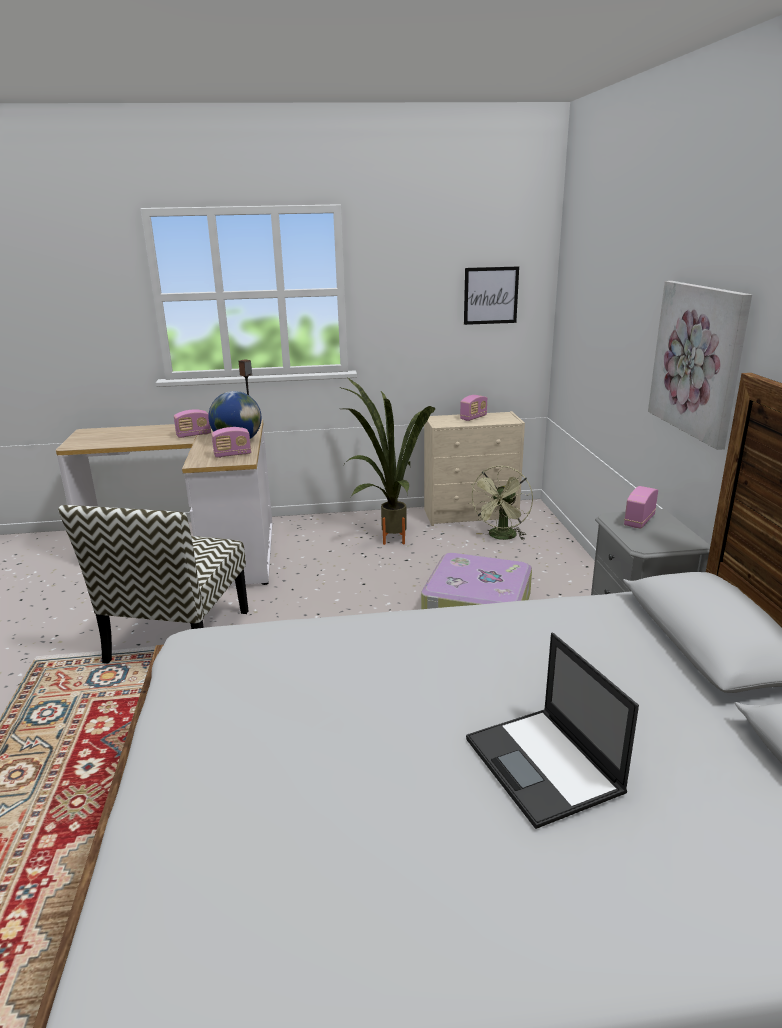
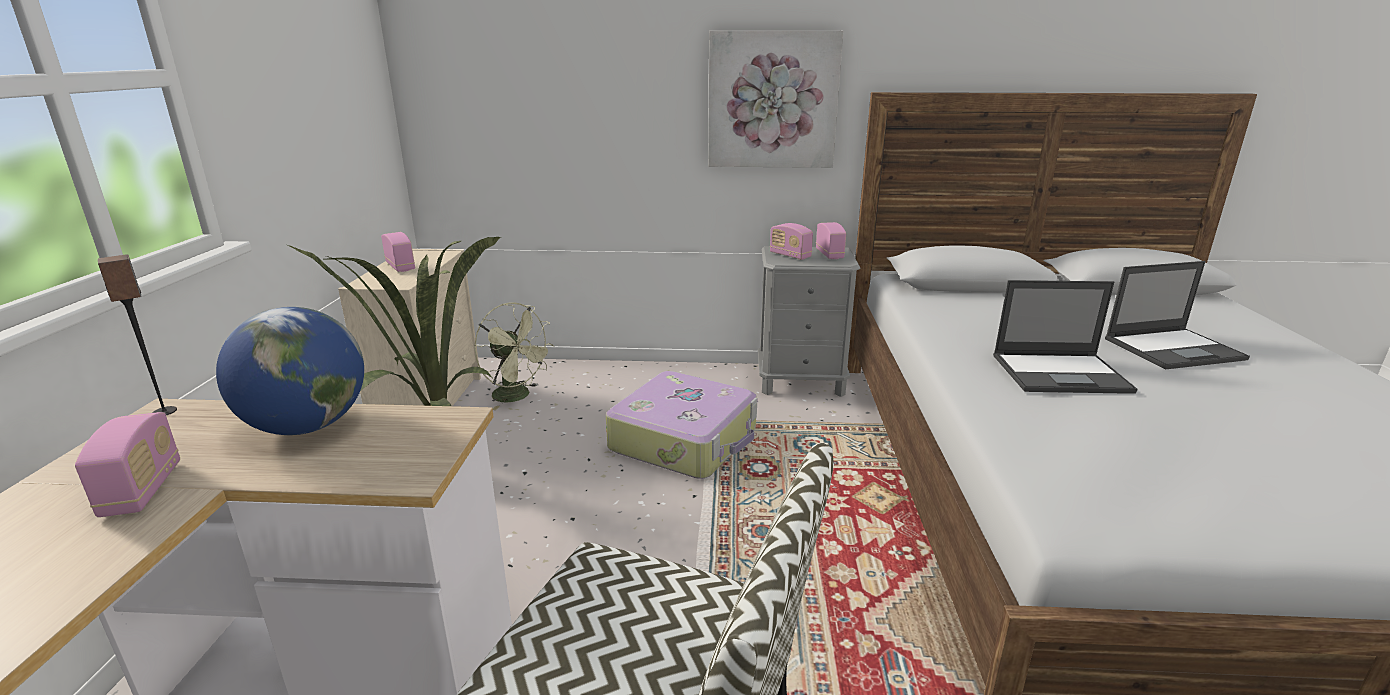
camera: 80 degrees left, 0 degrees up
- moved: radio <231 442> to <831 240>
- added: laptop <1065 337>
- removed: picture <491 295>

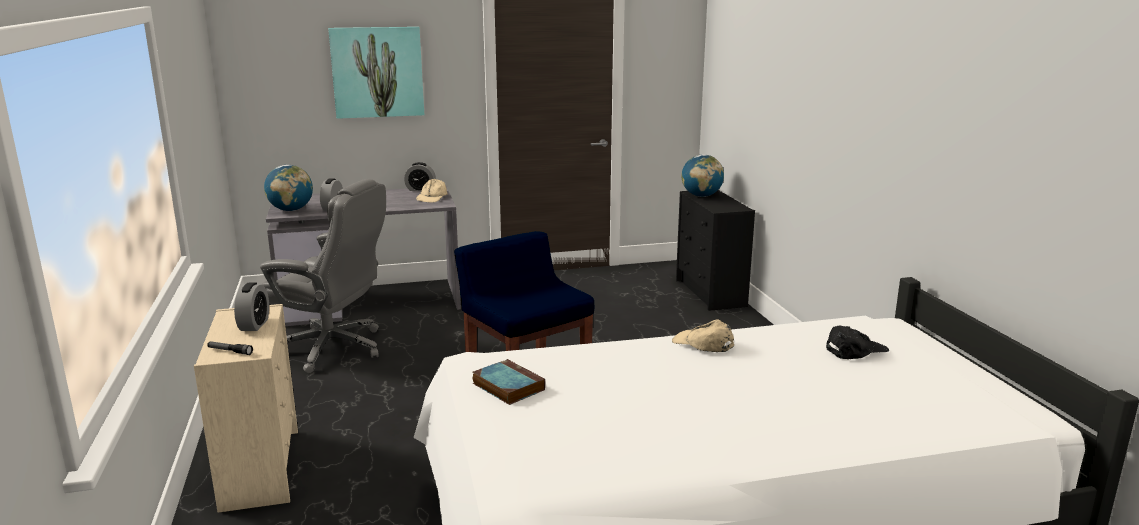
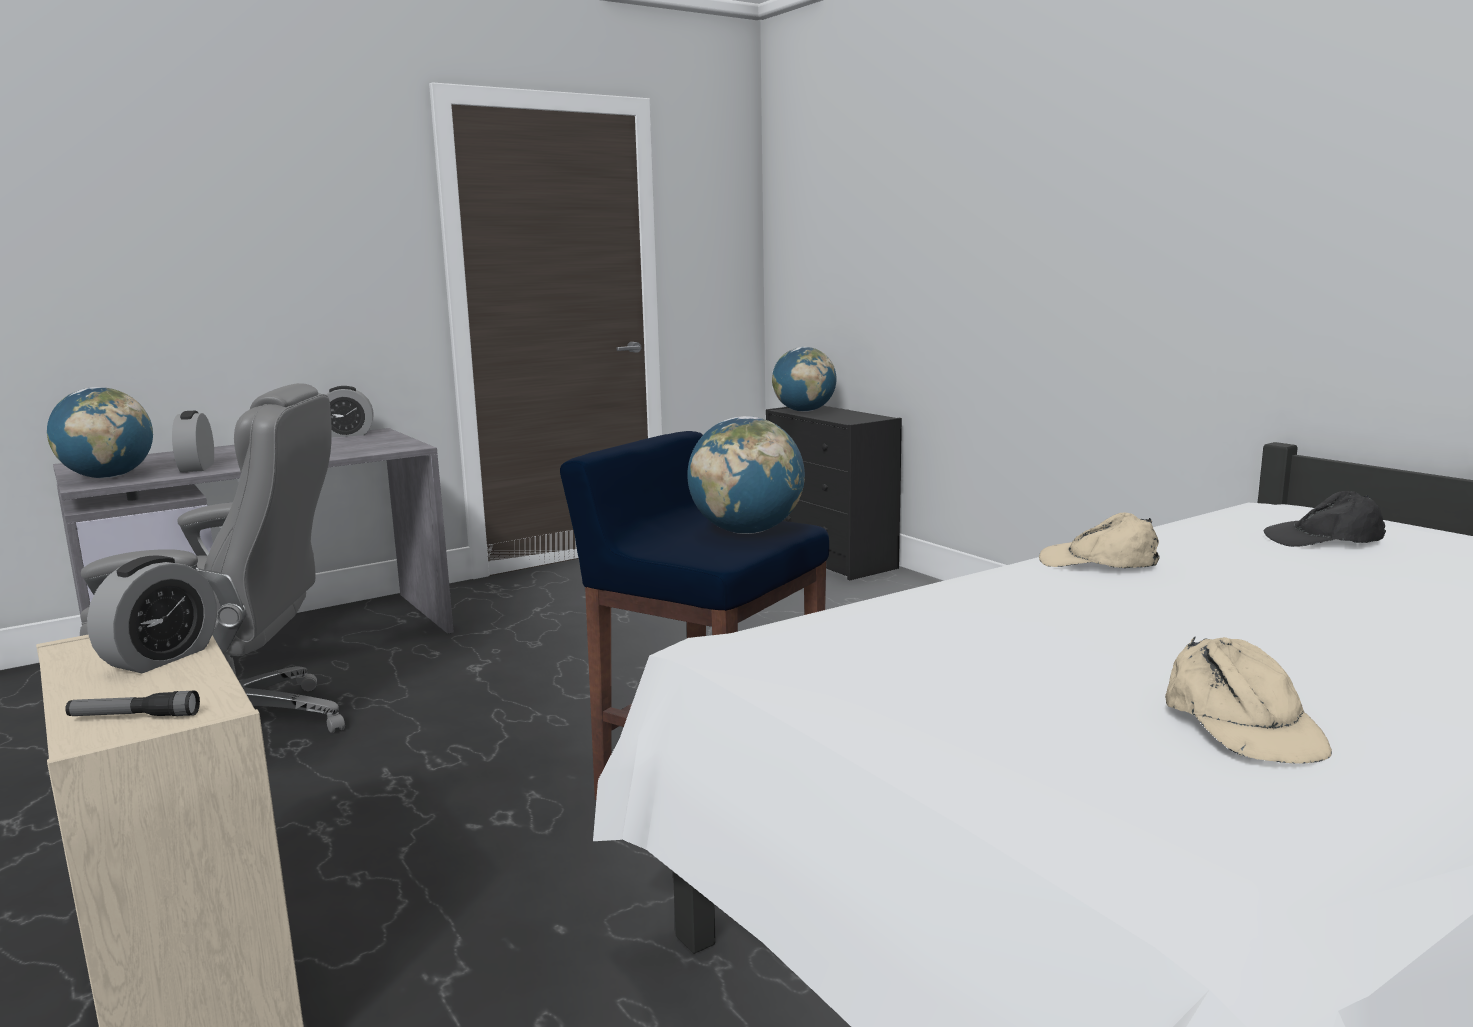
camera: 20 degrees left, 5 degrees down
- turned: alarm clock <251 306> = <152 614> 45 degrees clockwise
- added: globe <746 475>
- moved: cap (beige) <432 191> to <1248 700>
- turned: cap (black) <857 342> = <1325 519> 135 degrees counterclockwise
- removed: picture <376 73>
- removed: book <509 382>

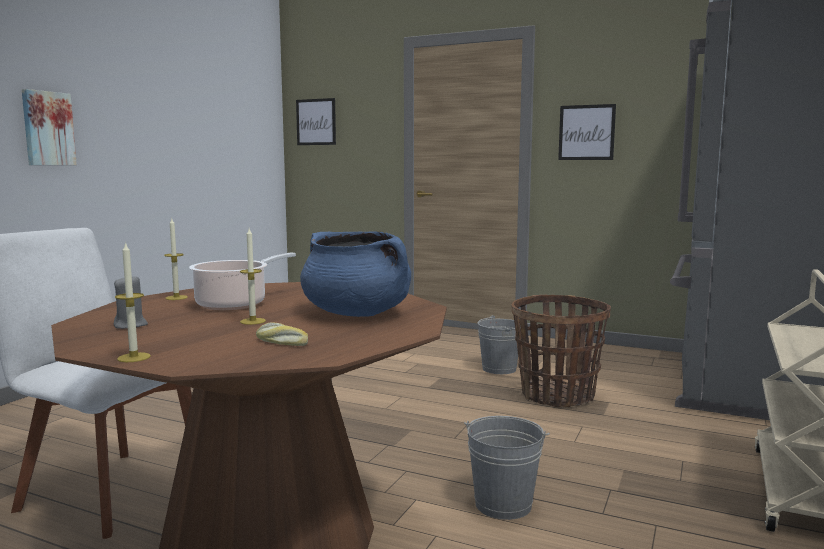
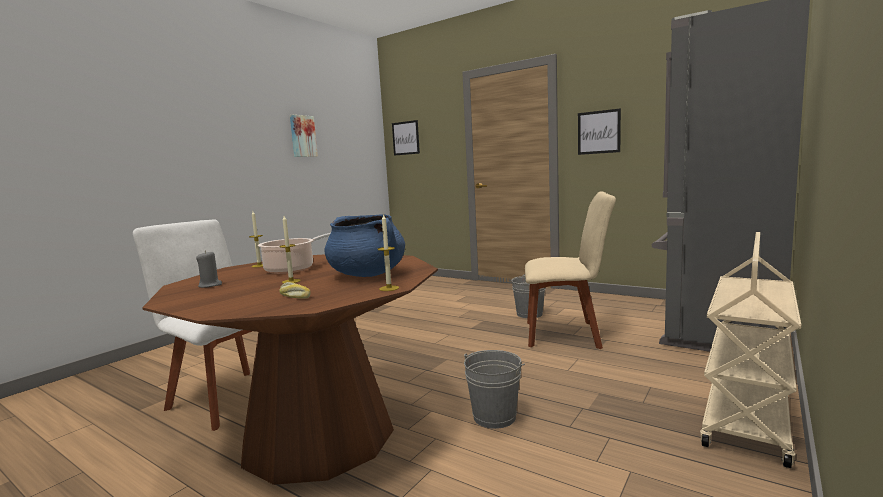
camera: 10 degrees right, 0 degrees up
- moved: picture <49 127> to <304 136>
- moved: candle <133 302> to <388 252>
- replaced: basket <561 351> to chair (beige) <570 270>

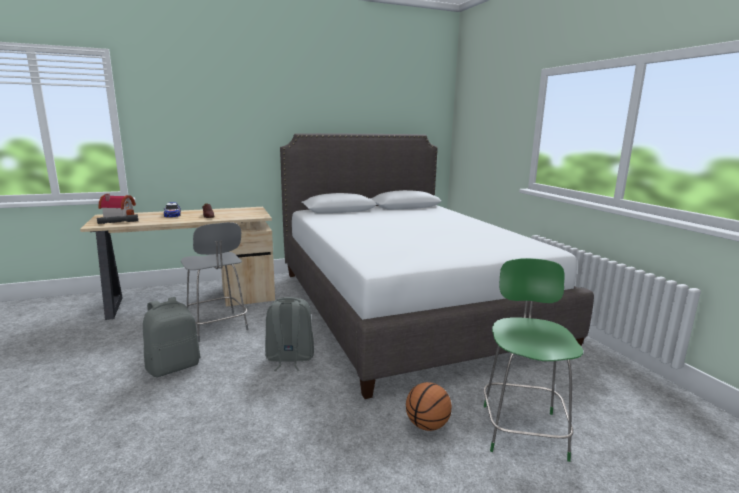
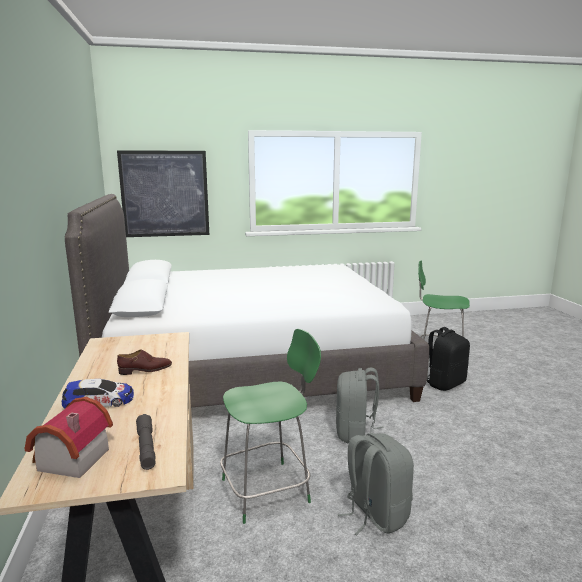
camera: 80 degrees left, 0 degrees up
- added: picture <163 194>
- recoloured: stool (grey) <214 282> to stool (green) <270 426>
- replaced: basketball <429 406> to backpack (black) <448 359>

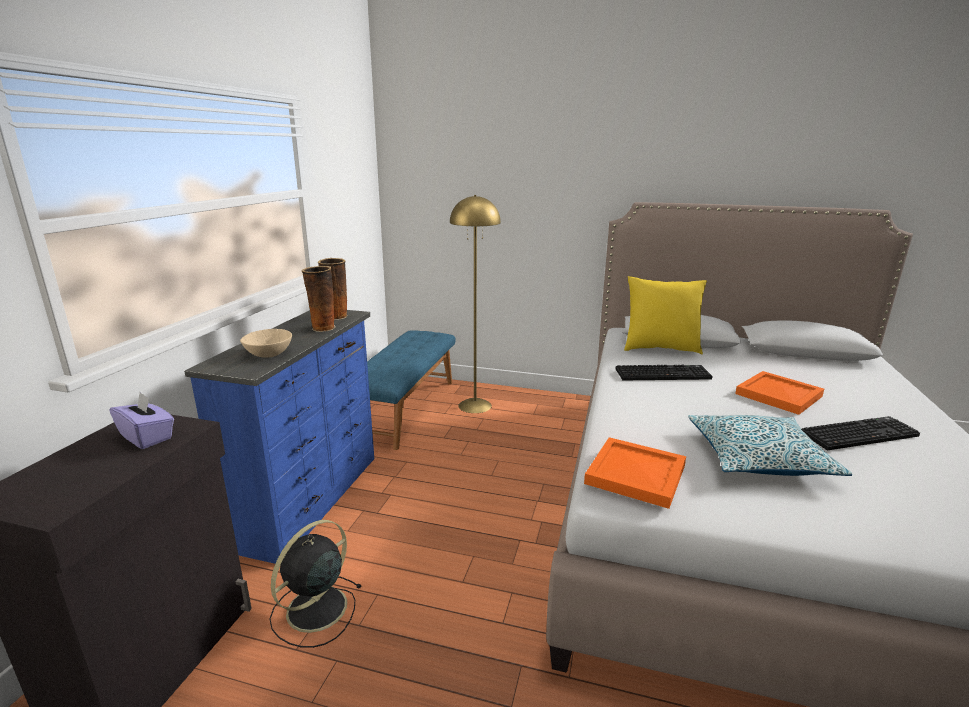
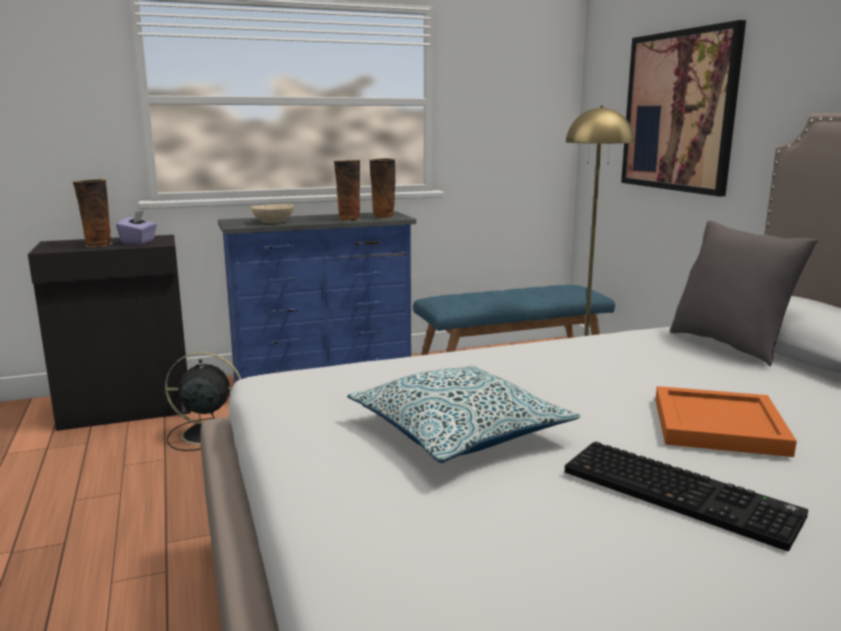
camera: 55 degrees right, 5 degrees down
- added: vase <92 213>
- added: picture <683 108>
- recoloured: pillow (yellow) <665 315> to pillow (grey) <744 293>
- removed: tray (orange) <635 473>
- removed: keyboard <664 372>

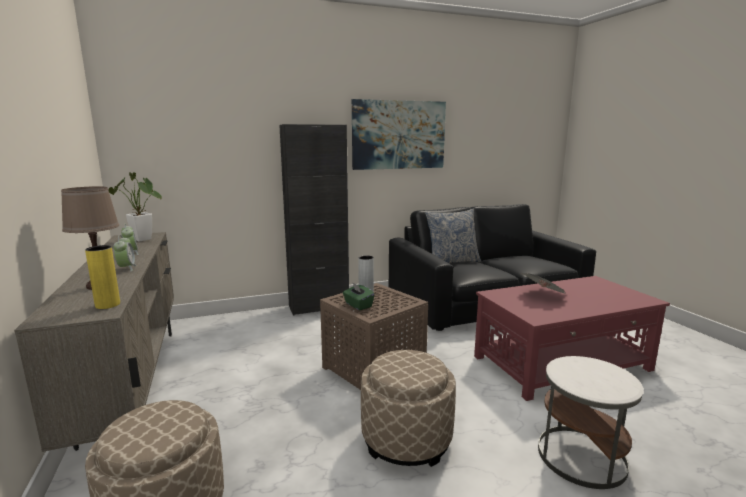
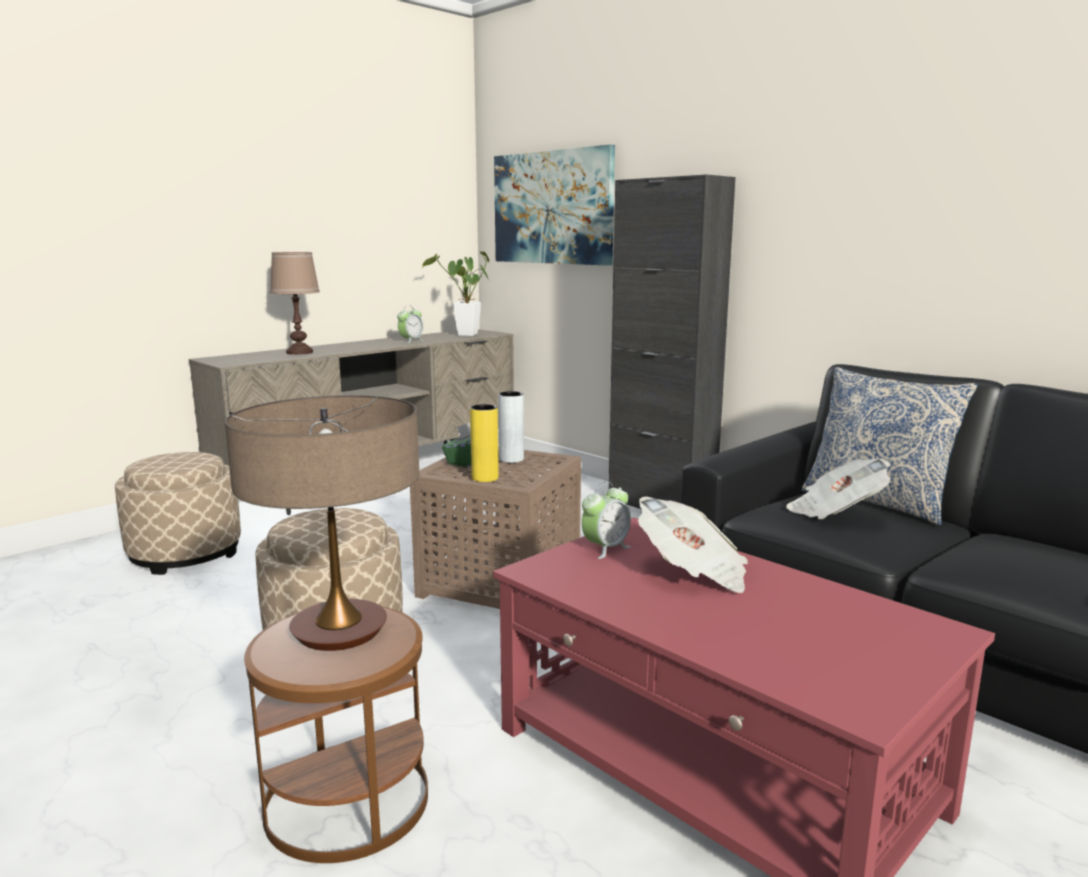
camera: 65 degrees right, 0 degrees up
- added: table lamp <322 523>
- recoloured: side table (white) <591 422> to side table (brown) <336 735>
- moved: vase (yellow) <102 277> to <484 443>
- moved: picture <399 134> to <554 204>
- moved: alarm clock <124 253> to <606 520>
- added: newspaper <838 489>

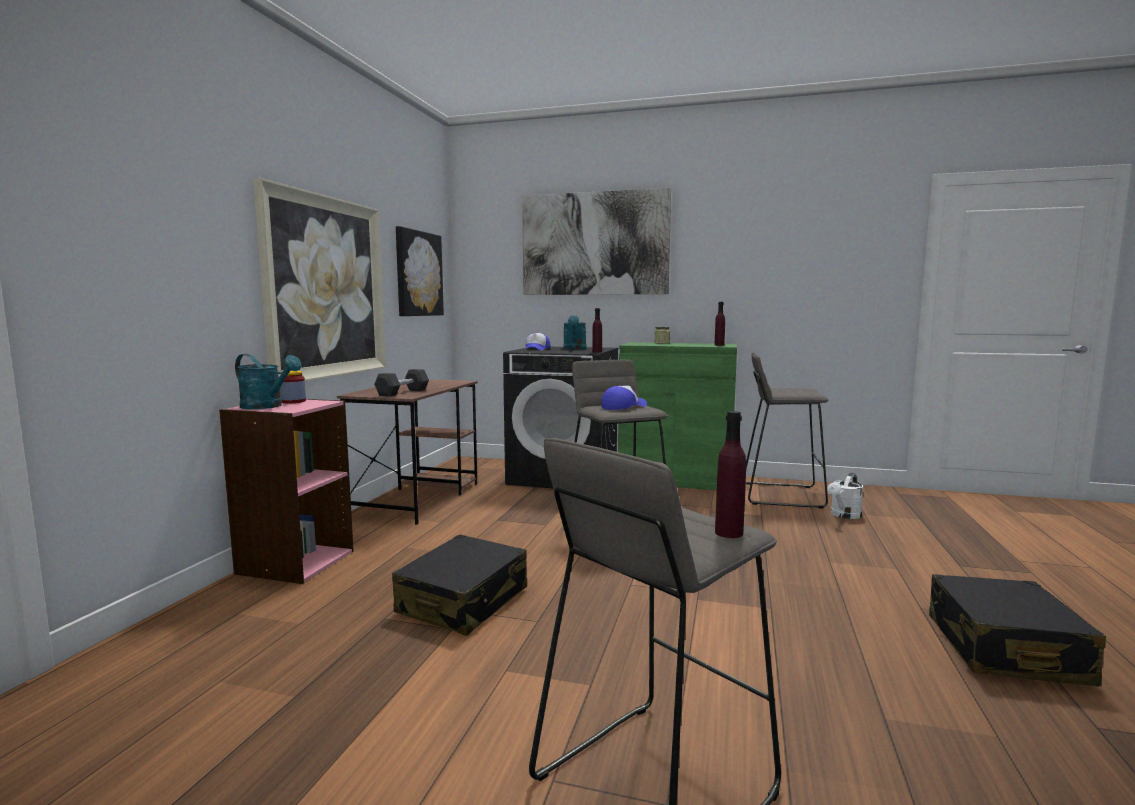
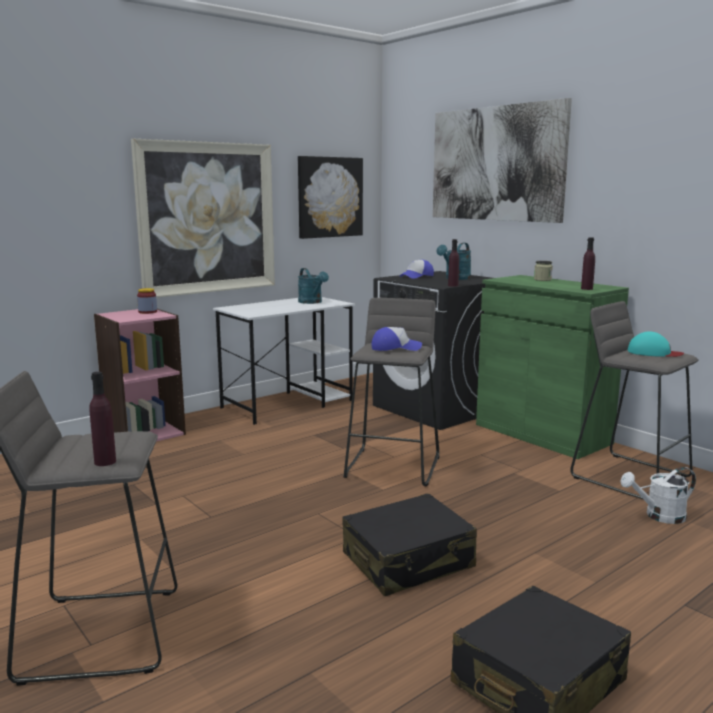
camera: 35 degrees right, 5 degrees up
- recoloured: desk (brown) <407 452> to desk (white) <284 361>
- moved: watering can (turquoise) <268 381> to <313 286>
- moved: suitcase (black) <459 585> to <409 544>
- added: cap (turquoise) <656 344>
- removed: dumbbell (black) <401 383>

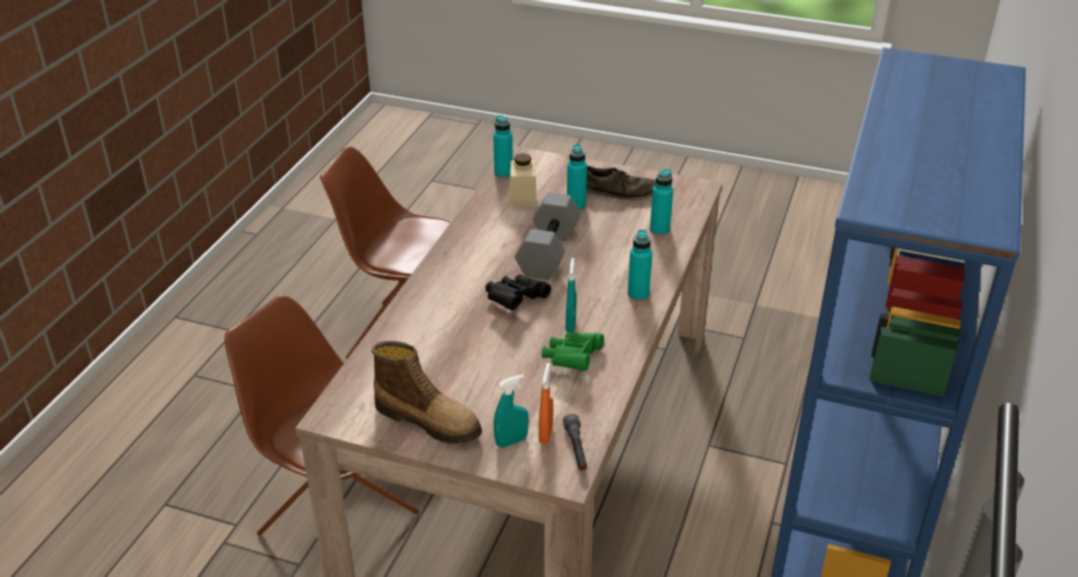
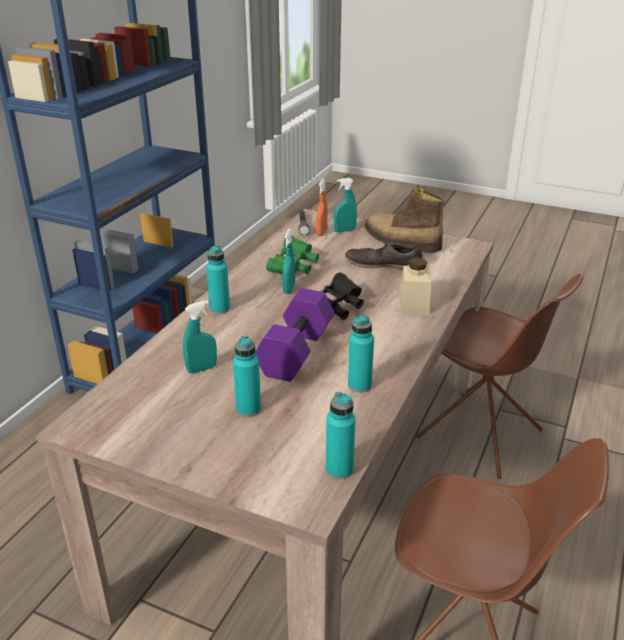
camera: 175 degrees left, 5 degrees down
- added: spray bottle (turquoise) <200 337>
- recoloured: dumbbell (grey) <547 236> to dumbbell (purple) <295 335>
- moved: shoe (brown) <621 183> to <383 255>
- moved: bottle (turquoise) <661 202> to <361 354>
- moved: jar (beige) <523 180> to <415 286>

